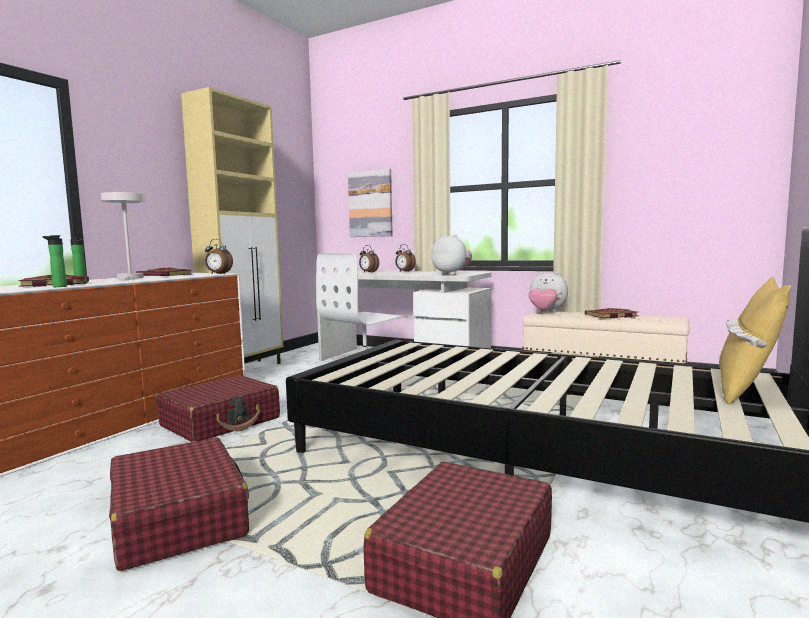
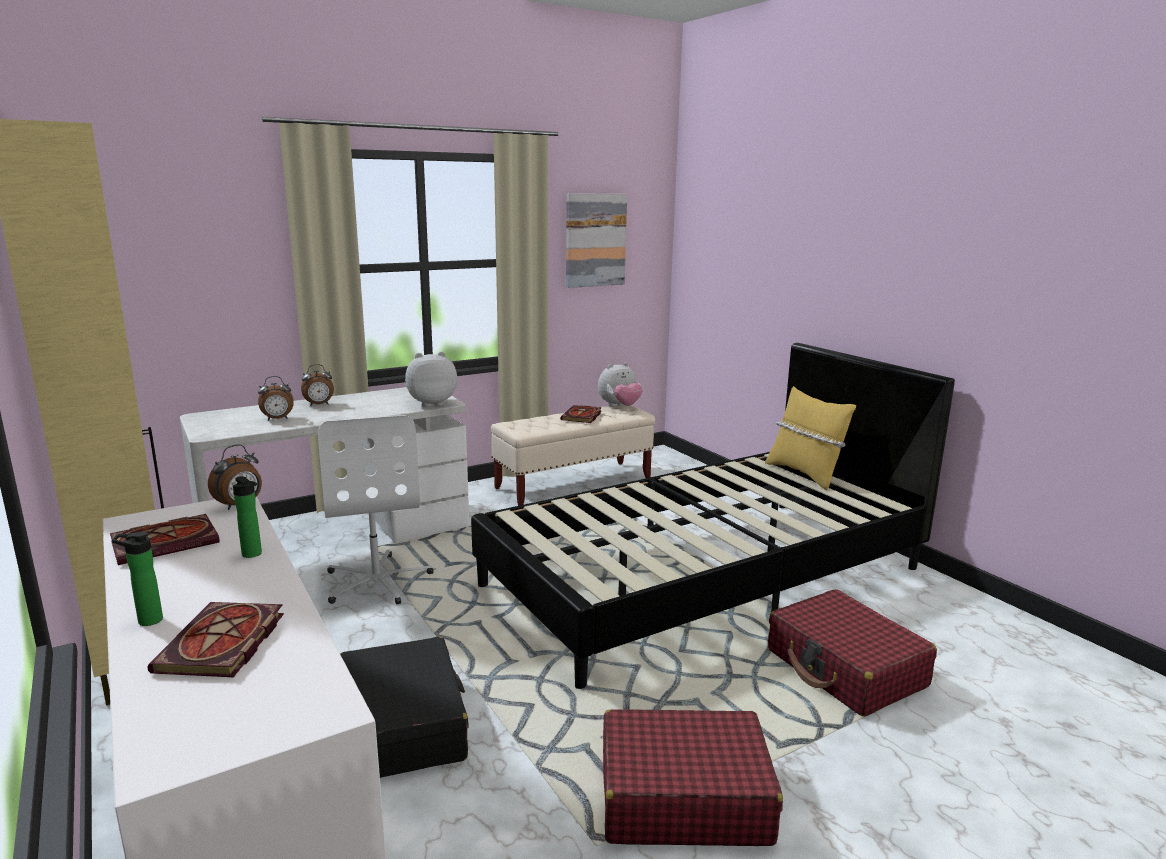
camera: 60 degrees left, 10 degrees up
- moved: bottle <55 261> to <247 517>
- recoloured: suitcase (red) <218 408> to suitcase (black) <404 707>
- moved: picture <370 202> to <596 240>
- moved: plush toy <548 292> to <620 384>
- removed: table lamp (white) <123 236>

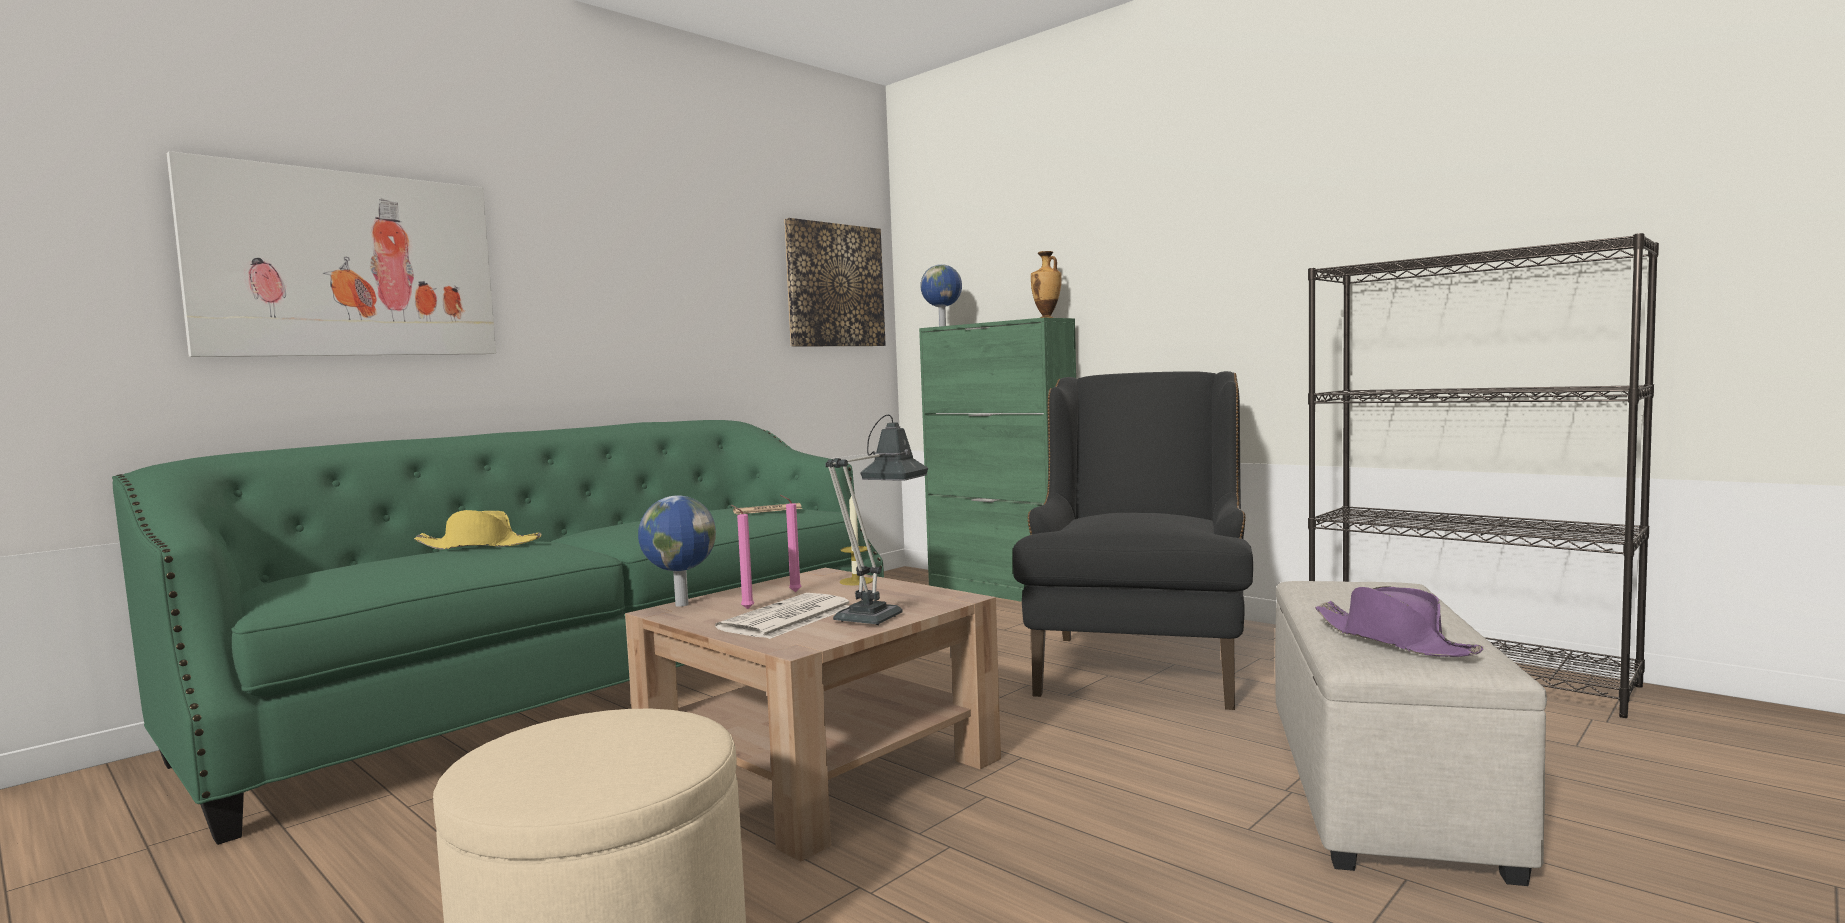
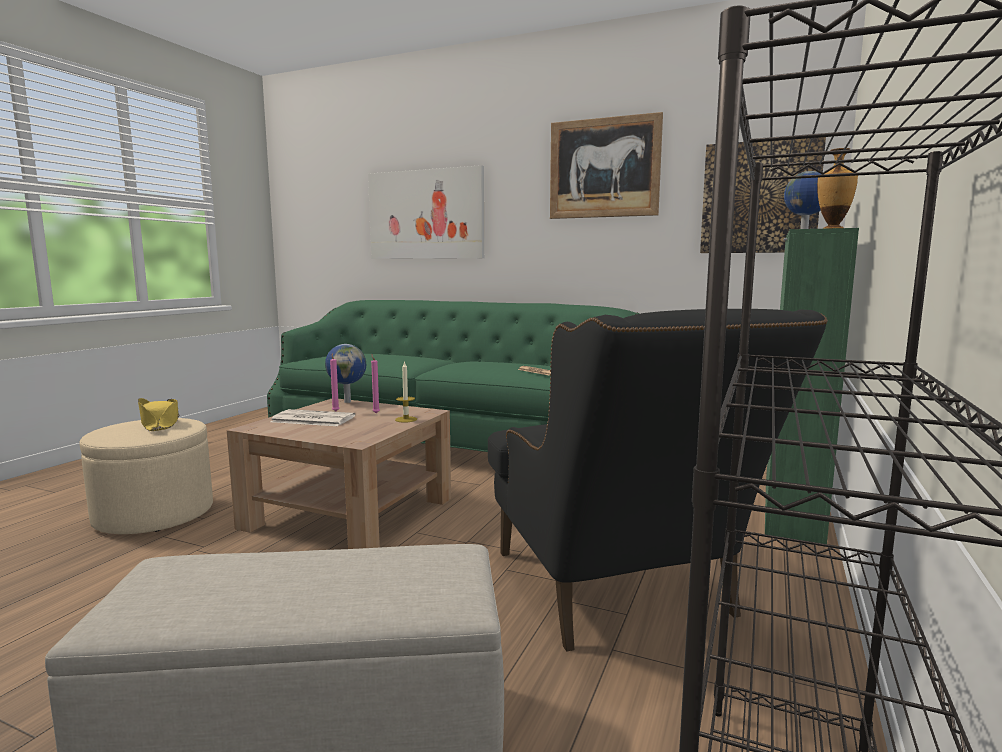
camera: 70 degrees right, 5 degrees up
- moved: hat (yellow) <478 529> to <159 414>
- turned: armchair (black) <1133 540> = <658 480> 75 degrees clockwise
- added: picture <606 165>
- removed: table lamp <876 520>
- removed: hat (purple) <1399 621>

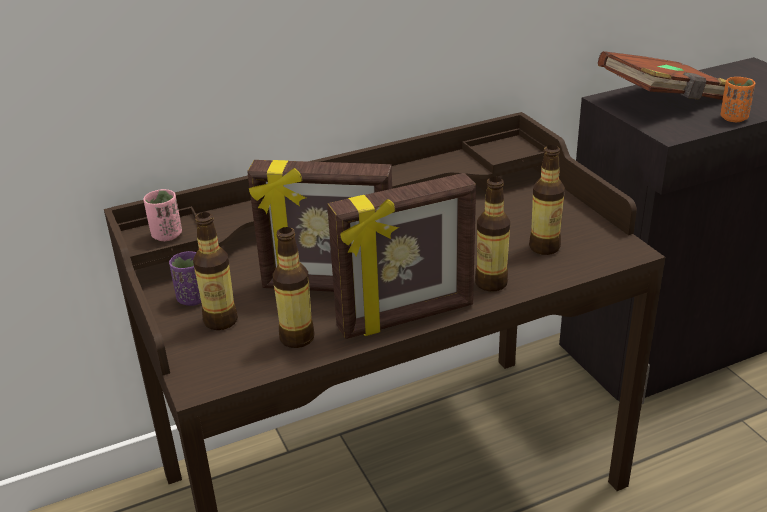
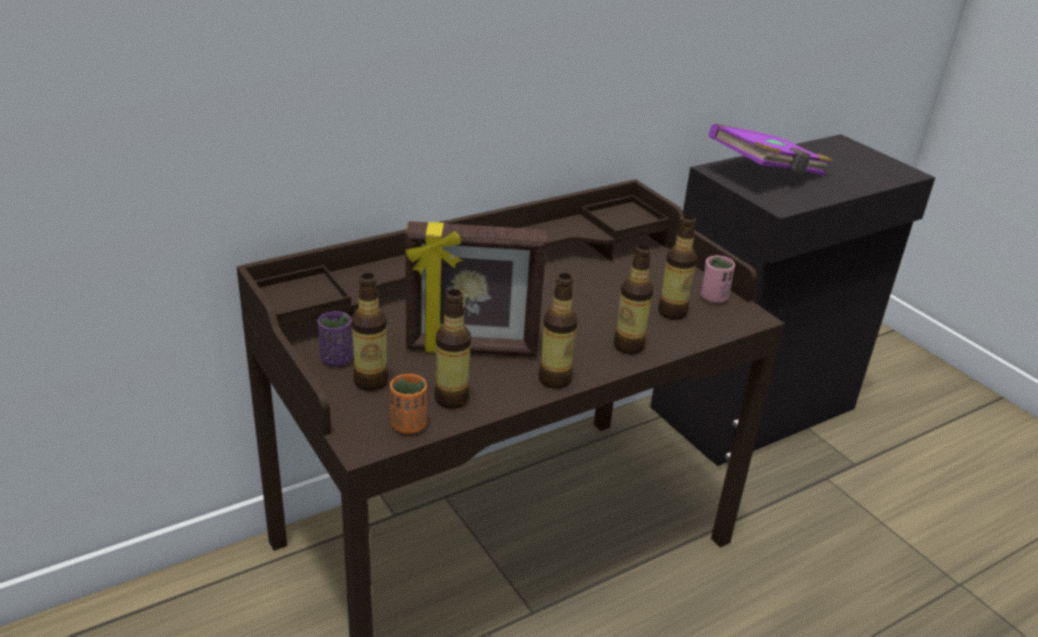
camera: 10 degrees left, 0 degrees up
- moved: cup (orange) <737 99> to <408 404>
- replaced: picture frame <401 256> to bottle <558 331>
- moved: cup (pink) <162 215> to <718 279>
- recoloured: book (brown) <662 75> to book (purple) <771 150>

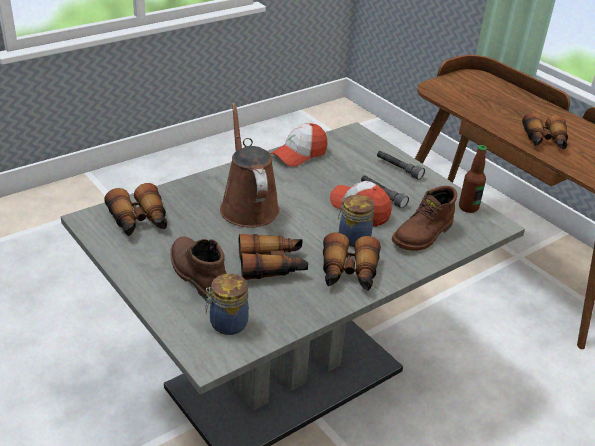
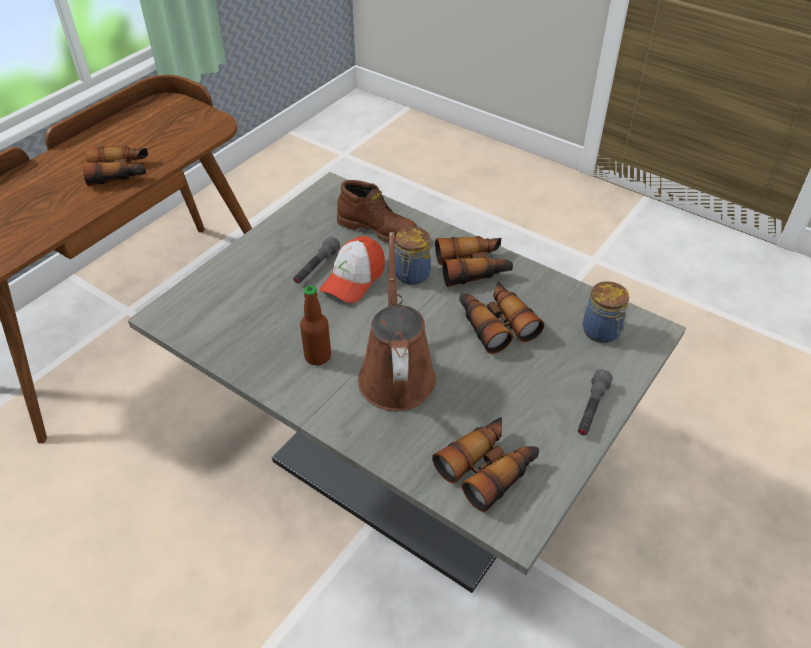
camera: 105 degrees left, 10 degrees up
- moved: bottle <473 179> to <315 325>
- turned: watering can (brown) <250 165> = <397 321> 120 degrees clockwise
- moved: flashlight (grey) <401 165> to <595 402>
- removed: boot (brown) <198 268>
- removed: cap <299 145>

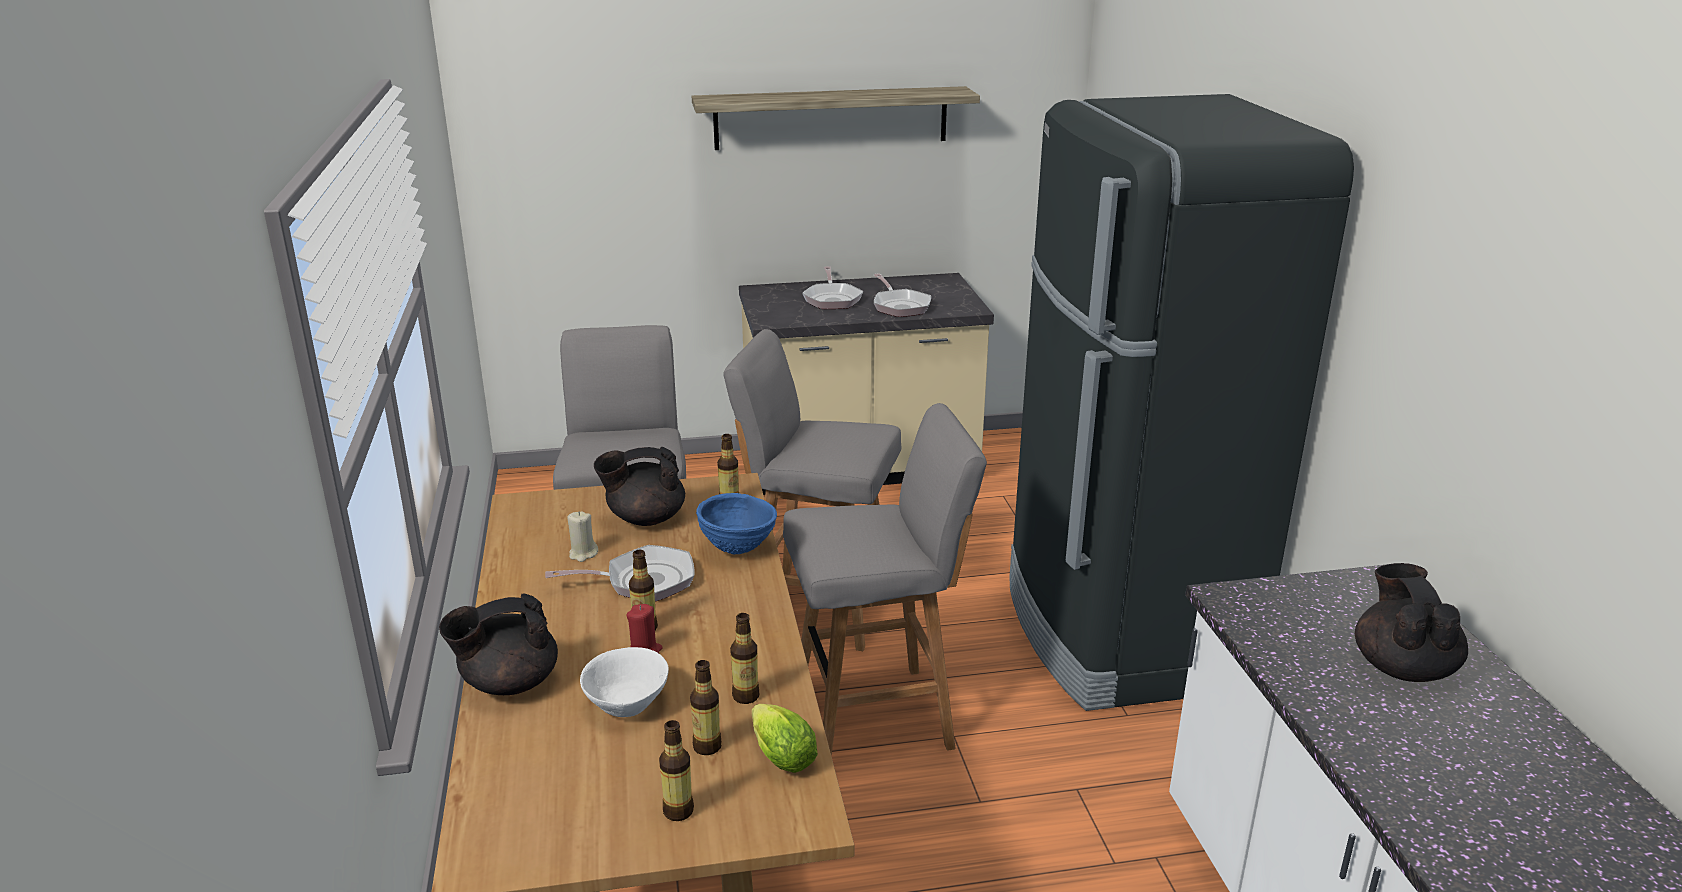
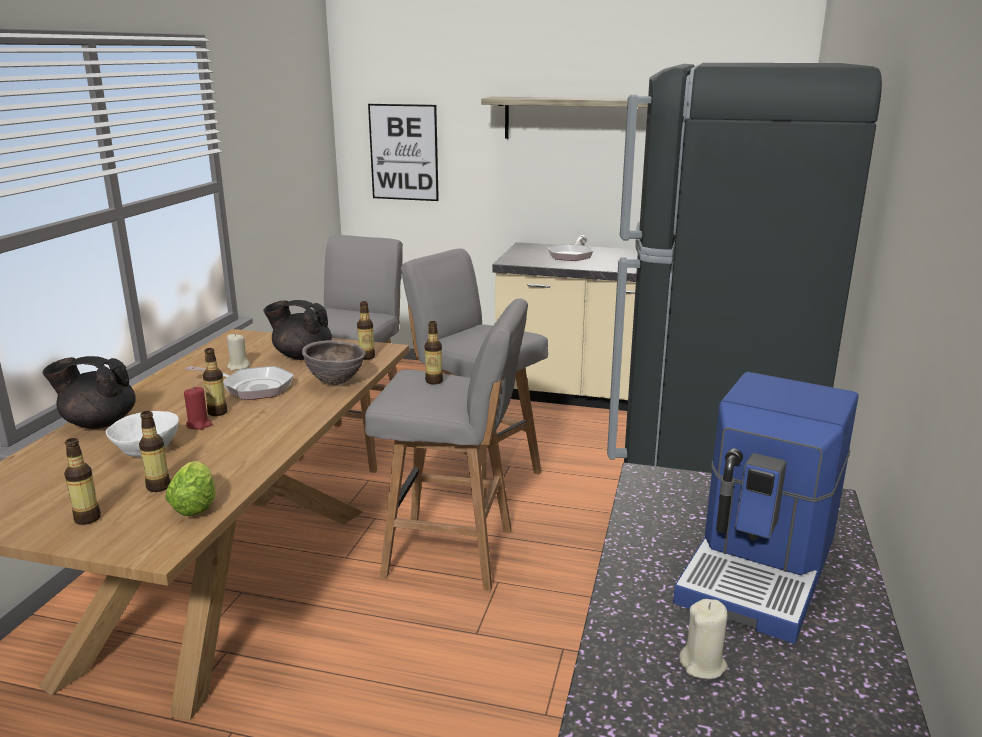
camera: 25 degrees right, 5 degrees down
- recoloured: bowl (blue) <736 523> to bowl (brown) <334 362>
- added: picture <403 152>
- moved: bottle <744 658> to <434 352>
- replaced: teapot (black) <1411 622> to coffee machine <766 508>
- added: candle (beige) <703 639>
- removed: frying pan <902 295>

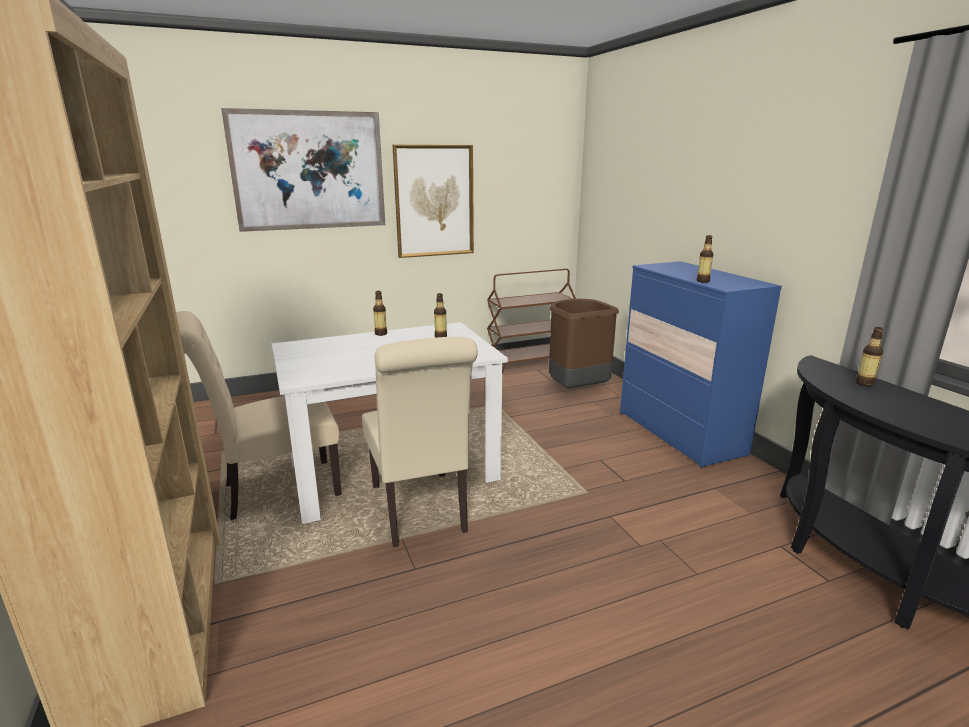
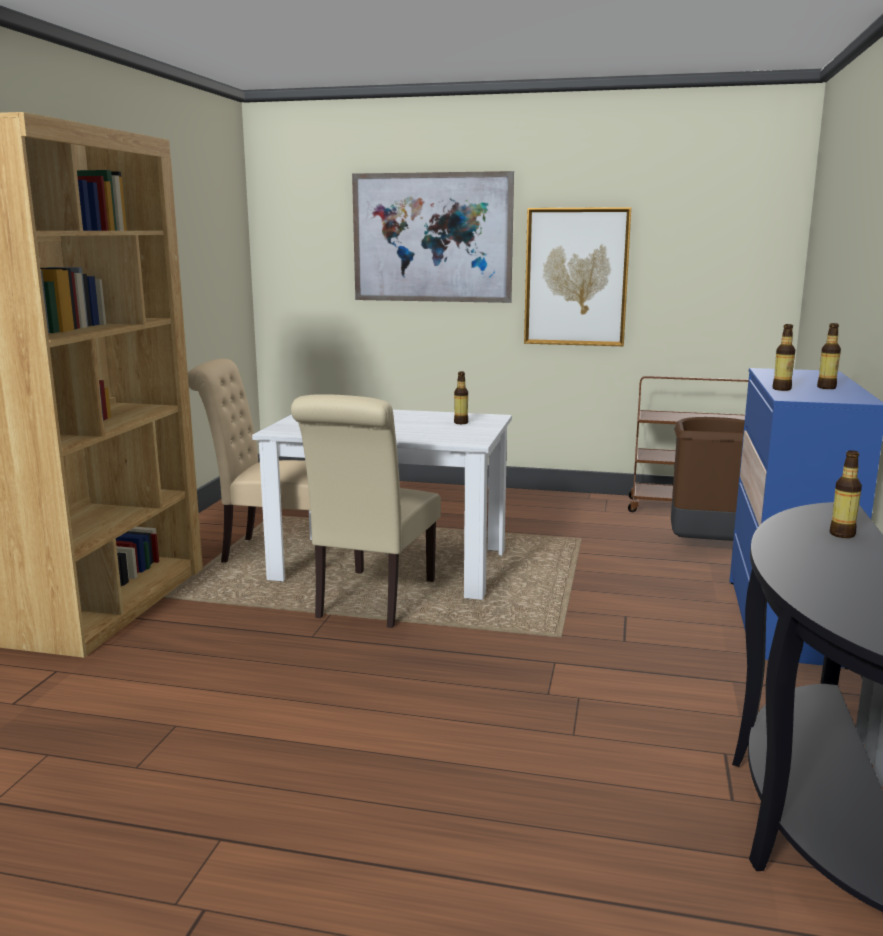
camera: 35 degrees right, 5 degrees down
- moved: bottle <380 313> to <829 356>

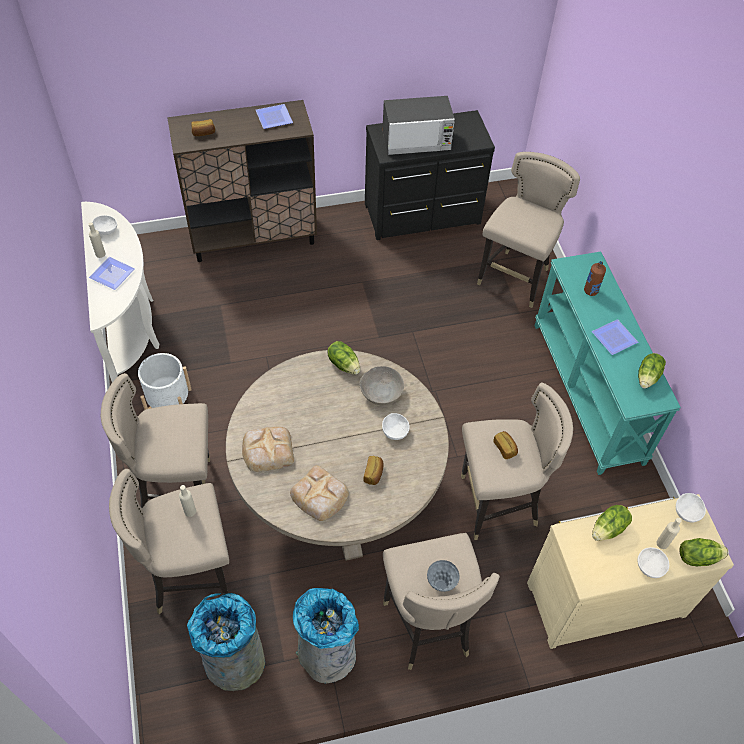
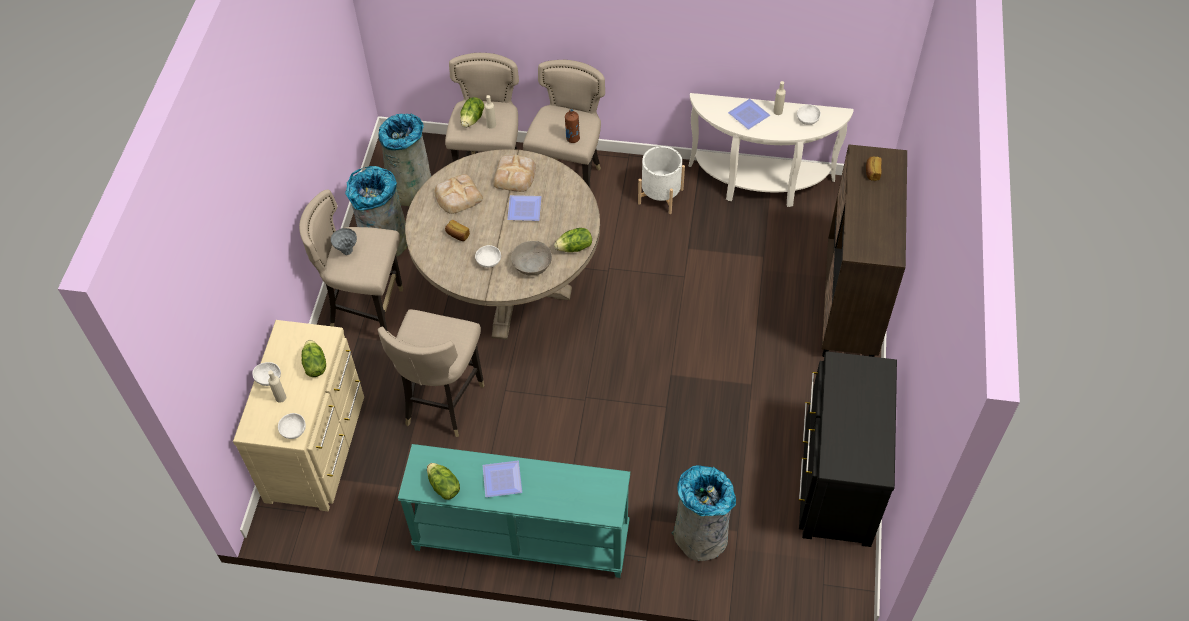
camera: 115 degrees right, 0 degrees up
- moved: lettuce <704 552> to <472 112>
- moved: plate <274 116> to <524 208>
- moved: bottle (brown) <595 278> to <572 126>
- replaced: stool (beige) <528 230> to trash can (grey) <704 513>
- removed: microwave <418 125>
- removed: bread <505 445>

